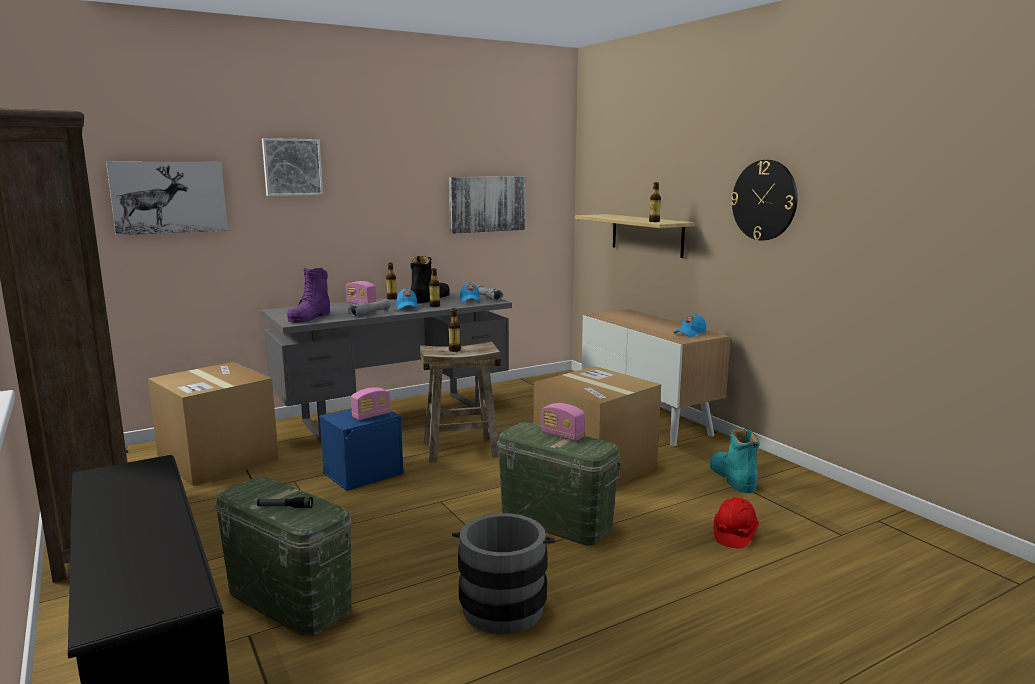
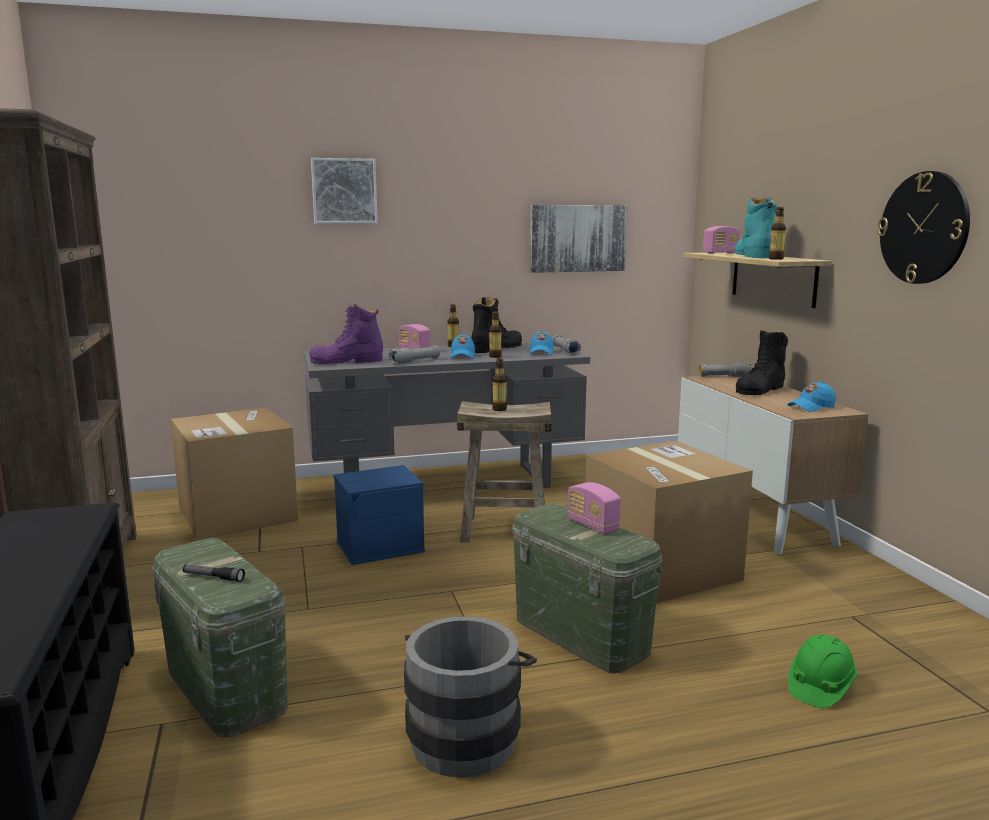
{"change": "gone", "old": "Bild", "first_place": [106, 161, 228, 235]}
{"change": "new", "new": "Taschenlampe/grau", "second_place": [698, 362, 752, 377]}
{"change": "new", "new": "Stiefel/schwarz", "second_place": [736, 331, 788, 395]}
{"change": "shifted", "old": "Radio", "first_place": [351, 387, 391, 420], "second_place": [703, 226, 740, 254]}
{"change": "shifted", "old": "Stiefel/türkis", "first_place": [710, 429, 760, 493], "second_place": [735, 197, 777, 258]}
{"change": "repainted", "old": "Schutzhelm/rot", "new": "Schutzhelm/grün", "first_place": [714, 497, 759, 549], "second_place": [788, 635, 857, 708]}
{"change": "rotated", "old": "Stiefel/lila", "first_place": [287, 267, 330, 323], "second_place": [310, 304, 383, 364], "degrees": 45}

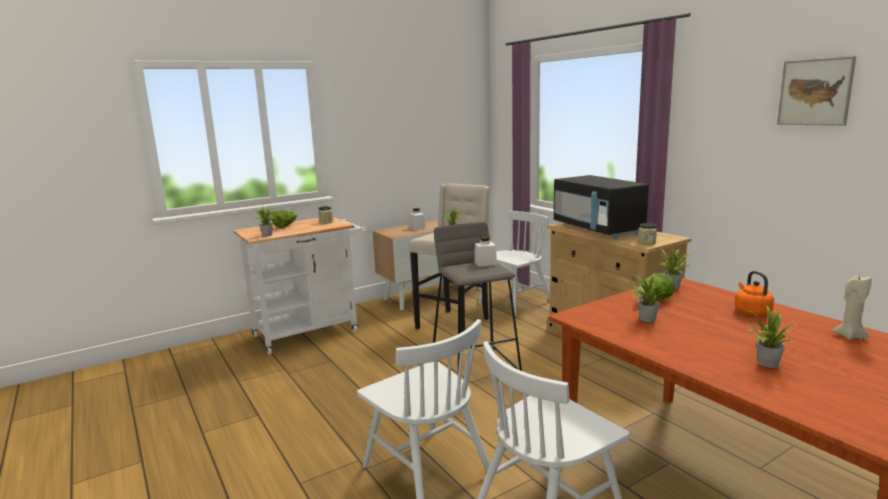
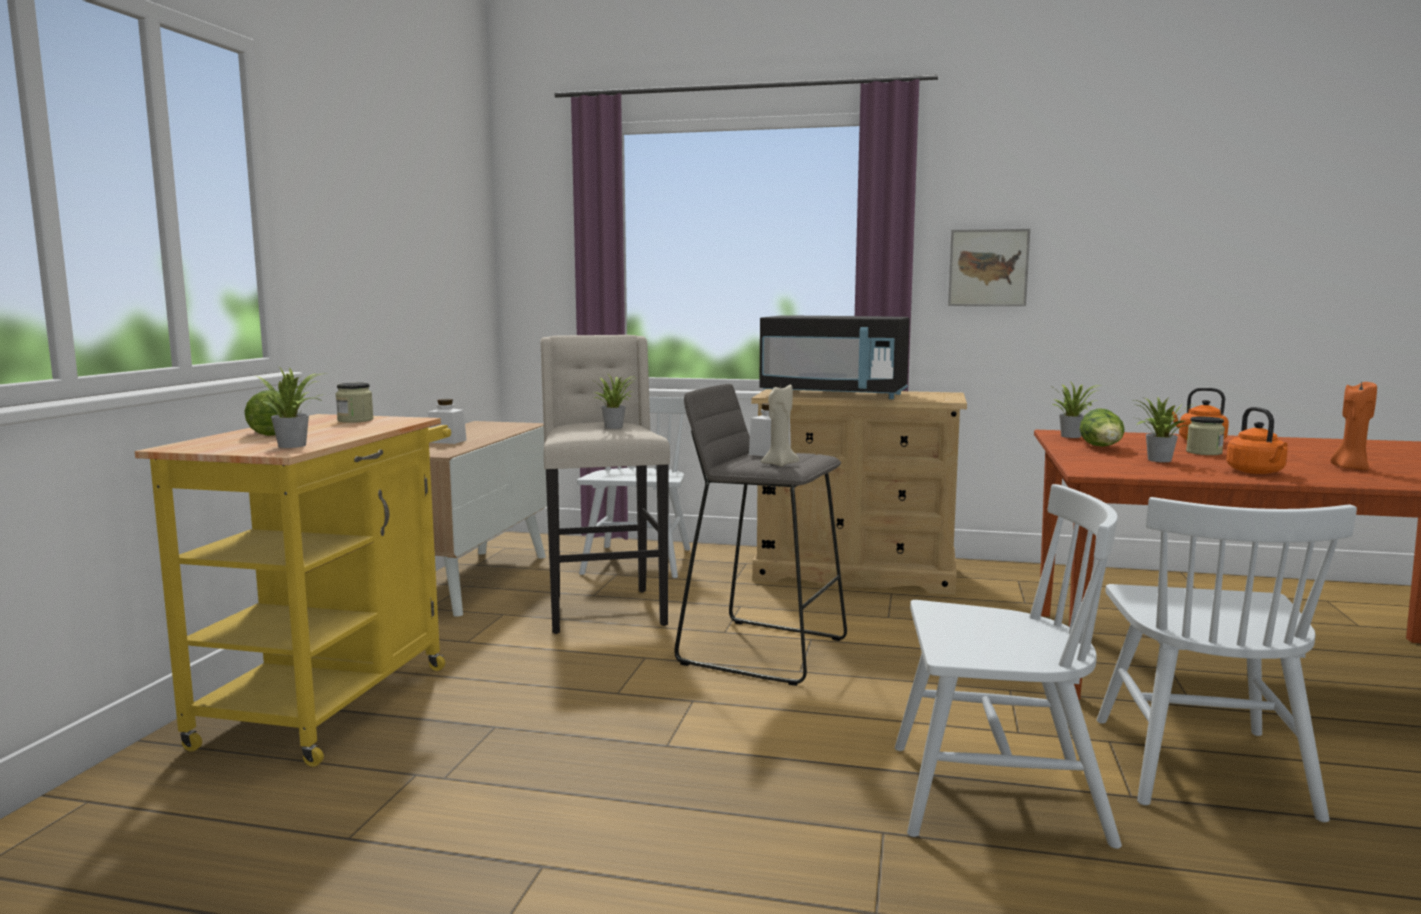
{"change": "new", "new": "Wasserkessel/orange", "second_place": [1226, 407, 1288, 474]}
{"change": "shifted", "old": "Vorratsglas", "first_place": [638, 223, 657, 245], "second_place": [1186, 416, 1225, 455]}
{"change": "shifted", "old": "Bild", "first_place": [777, 56, 856, 126], "second_place": [948, 229, 1030, 306]}
{"change": "shifted", "old": "Kerze/beige", "first_place": [831, 275, 872, 340], "second_place": [761, 384, 799, 467]}
{"change": "swapped", "old": "Topfpflanze", "new": "Kerze/orange", "first_place": [747, 306, 793, 368], "second_place": [1330, 382, 1377, 470]}
{"change": "repainted", "old": "Rollwagen/weiß", "new": "Rollwagen/gelb", "first_place": [233, 217, 367, 355], "second_place": [135, 414, 451, 767]}

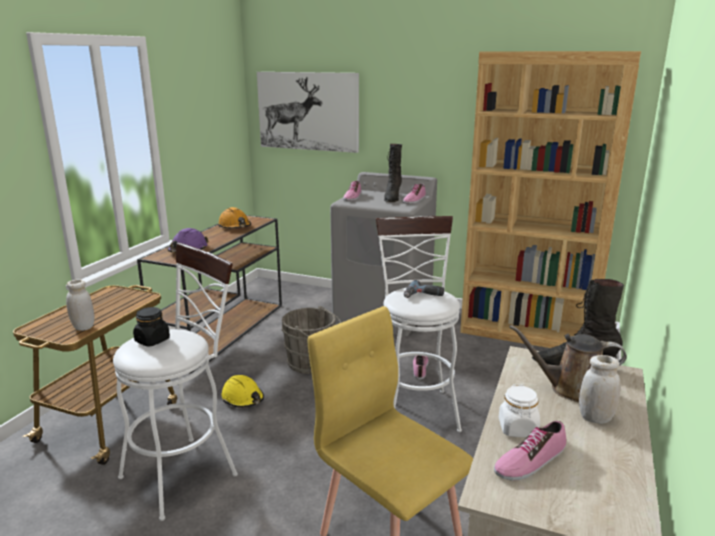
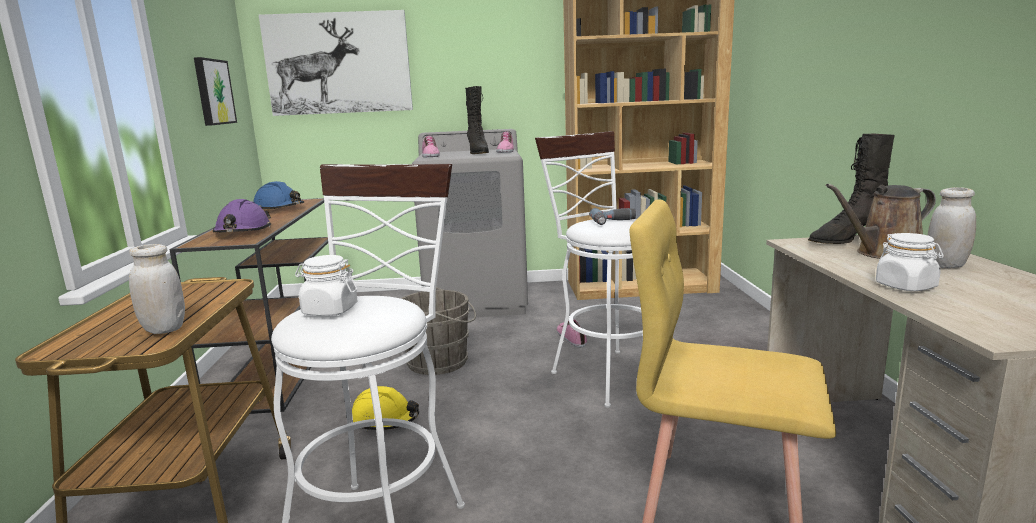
{"change": "gone", "old": "Schuh", "first_place": [494, 421, 566, 481]}
{"change": "new", "new": "Bild", "second_place": [194, 57, 237, 126]}
{"change": "repainted", "old": "Vorratsglas/schwarz", "new": "Vorratsglas/weiß", "first_place": [133, 307, 170, 346], "second_place": [295, 255, 357, 316]}
{"change": "repainted", "old": "Schutzhelm/orange", "new": "Schutzhelm/blau", "first_place": [218, 207, 251, 229], "second_place": [253, 181, 304, 210]}

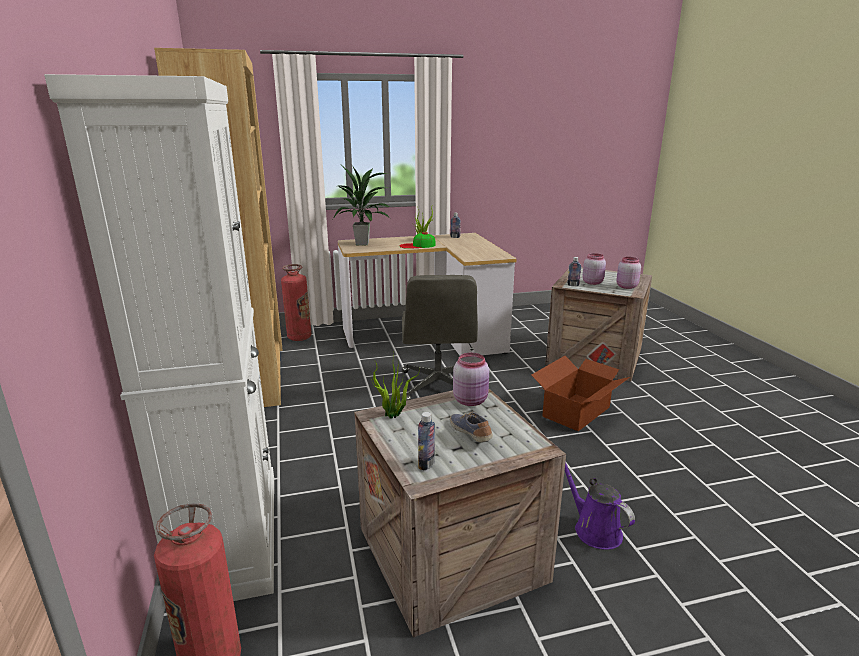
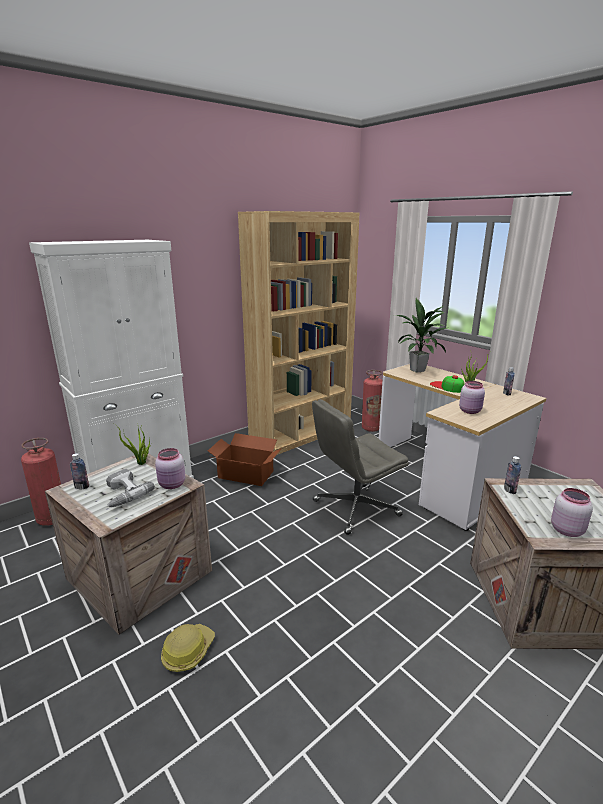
{"change": "shifted", "old": "Karton", "first_place": [532, 356, 630, 431], "second_place": [208, 433, 282, 486]}
{"change": "shifted", "old": "Vorratsglas/rosa", "first_place": [582, 253, 606, 285], "second_place": [459, 381, 485, 414]}
{"change": "swapped", "old": "Schuh", "new": "Bohrmaschine", "first_place": [450, 412, 493, 442], "second_place": [106, 469, 155, 507]}
{"change": "swapped", "old": "Gießkanne/lila", "new": "Schutzhelm", "first_place": [565, 462, 635, 550], "second_place": [161, 624, 215, 672]}

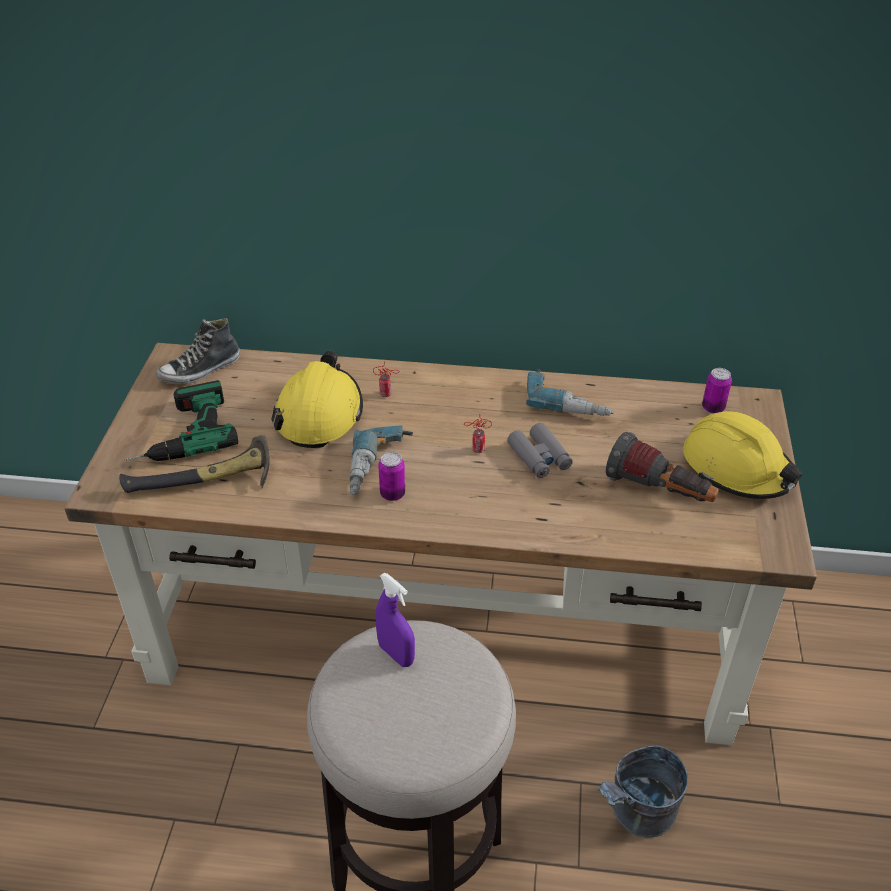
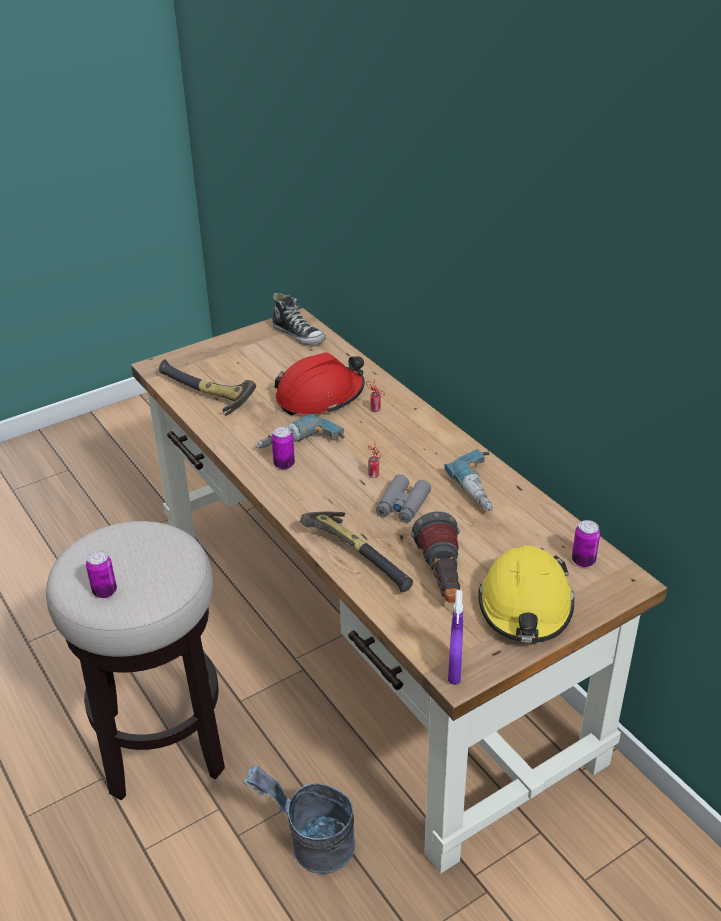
{"change": "gone", "old": "Bohrmaschine", "first_place": [124, 380, 238, 461]}
{"change": "new", "new": "Dose", "second_place": [86, 551, 117, 598]}
{"change": "new", "new": "Hammer", "second_place": [300, 511, 413, 592]}
{"change": "shifted", "old": "Sprühflasche/lila", "first_place": [376, 573, 415, 667], "second_place": [448, 590, 463, 685]}
{"change": "repainted", "old": "Schutzhelm/gelb", "new": "Schutzhelm/rot", "first_place": [271, 351, 363, 448], "second_place": [275, 352, 365, 415]}
{"change": "rotated", "old": "Schuh", "first_place": [156, 318, 240, 384], "second_place": [272, 293, 326, 345], "degrees": -150}

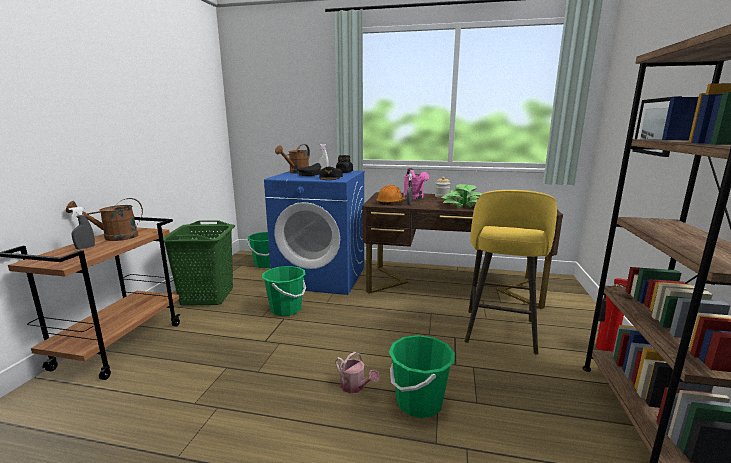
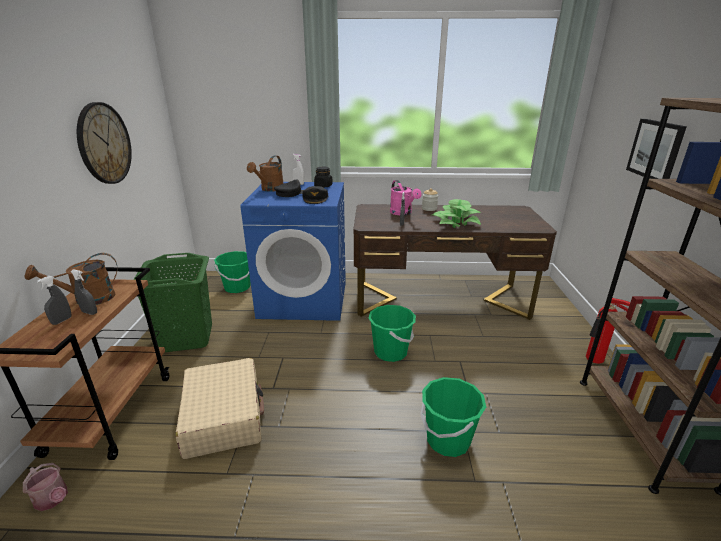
{"change": "gone", "old": "Schutzhelm/orange", "first_place": [376, 185, 406, 205]}
{"change": "gone", "old": "Hocker/gelb", "first_place": [464, 190, 557, 355]}
{"change": "new", "new": "Sprühflasche/grau", "second_place": [71, 269, 97, 315]}
{"change": "new", "new": "Wanduhr", "second_place": [77, 102, 132, 184]}
{"change": "new", "new": "Koffer/beige", "second_place": [175, 358, 264, 459]}
{"change": "shifted", "old": "Eimer/grün", "first_place": [262, 266, 306, 316], "second_place": [368, 305, 416, 362]}
{"change": "shifted", "old": "Gießkanne", "first_place": [335, 352, 380, 394], "second_place": [23, 463, 68, 511]}

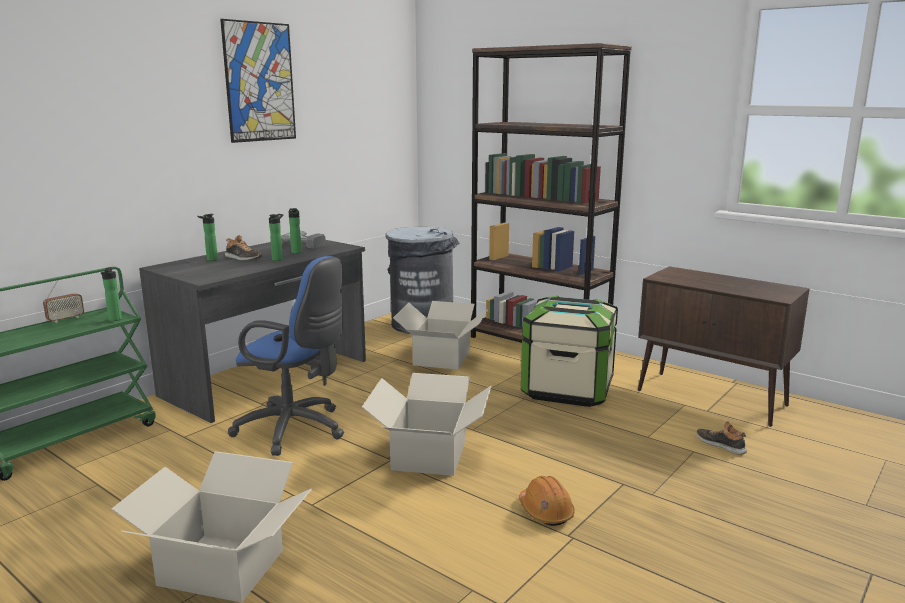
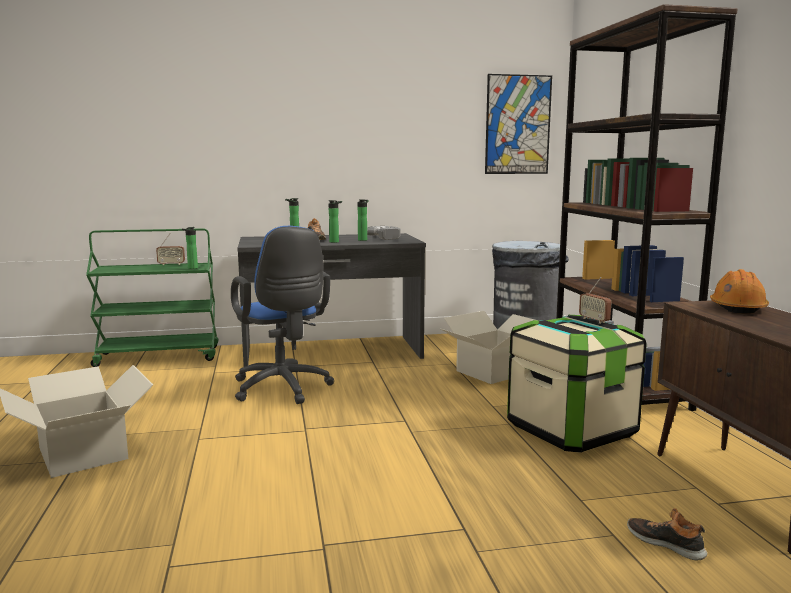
{"change": "gone", "old": "Karton", "first_place": [362, 373, 492, 476]}
{"change": "new", "new": "Radio", "second_place": [579, 277, 612, 324]}
{"change": "shifted", "old": "Bild", "first_place": [220, 19, 296, 143], "second_place": [485, 74, 552, 174]}
{"change": "shifted", "old": "Schutzhelm/orange", "first_place": [519, 476, 575, 526], "second_place": [710, 269, 769, 314]}
{"change": "rotated", "old": "Schuh", "first_place": [696, 421, 747, 455], "second_place": [627, 508, 707, 561], "degrees": -45}

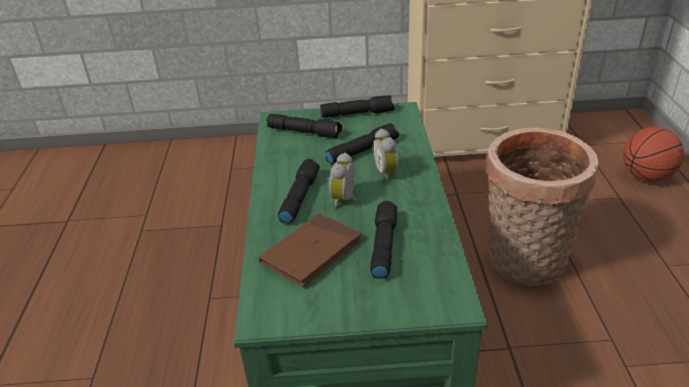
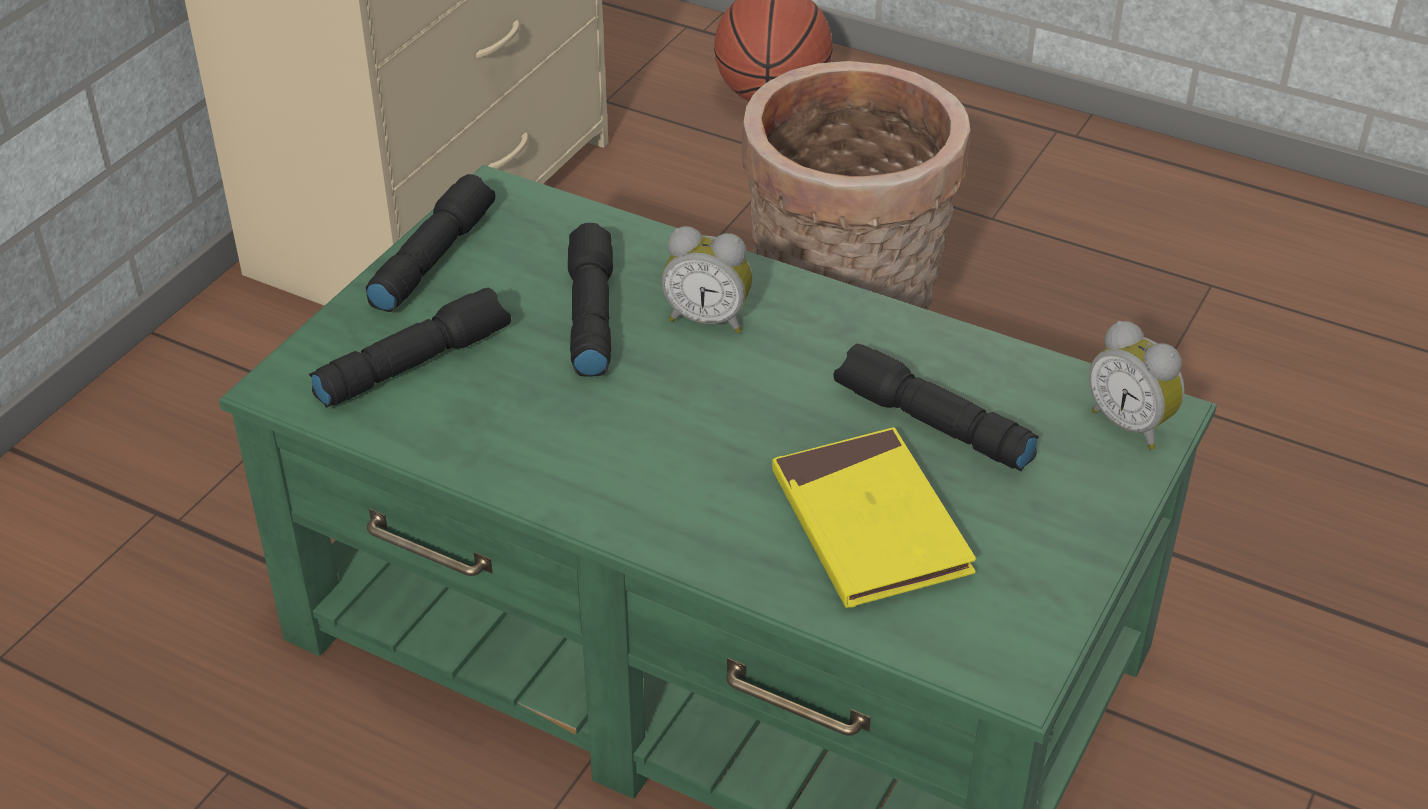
{"change": "gone", "old": "Taschenlampe/schwarz", "first_place": [278, 159, 320, 224]}
{"change": "shifted", "old": "Wecker", "first_place": [329, 152, 356, 208], "second_place": [1089, 321, 1185, 450]}
{"change": "repainted", "old": "Buch/braun", "new": "Buch/gelb", "first_place": [259, 213, 362, 287], "second_place": [772, 427, 976, 608]}

